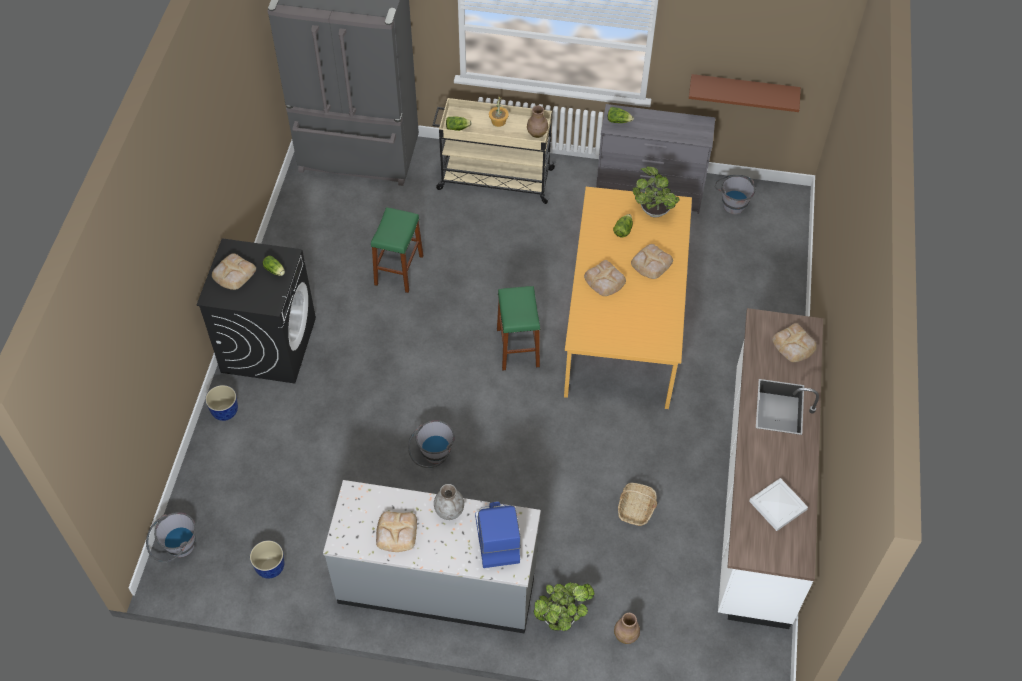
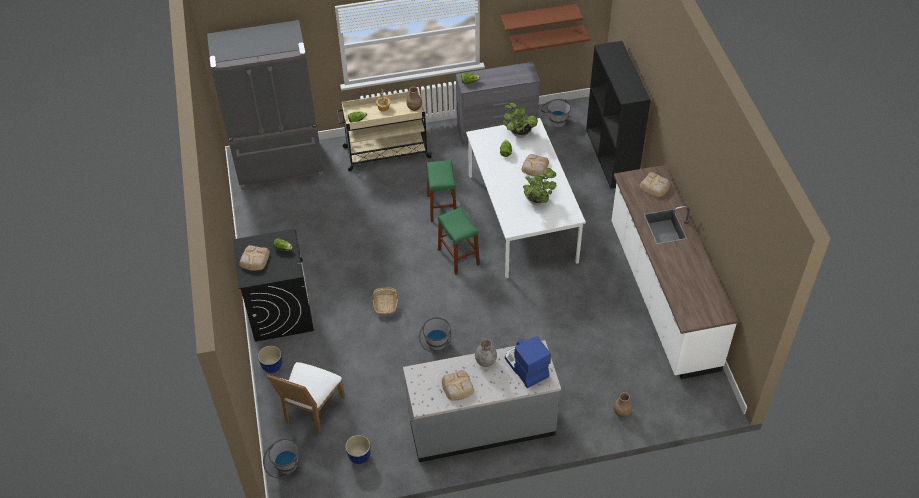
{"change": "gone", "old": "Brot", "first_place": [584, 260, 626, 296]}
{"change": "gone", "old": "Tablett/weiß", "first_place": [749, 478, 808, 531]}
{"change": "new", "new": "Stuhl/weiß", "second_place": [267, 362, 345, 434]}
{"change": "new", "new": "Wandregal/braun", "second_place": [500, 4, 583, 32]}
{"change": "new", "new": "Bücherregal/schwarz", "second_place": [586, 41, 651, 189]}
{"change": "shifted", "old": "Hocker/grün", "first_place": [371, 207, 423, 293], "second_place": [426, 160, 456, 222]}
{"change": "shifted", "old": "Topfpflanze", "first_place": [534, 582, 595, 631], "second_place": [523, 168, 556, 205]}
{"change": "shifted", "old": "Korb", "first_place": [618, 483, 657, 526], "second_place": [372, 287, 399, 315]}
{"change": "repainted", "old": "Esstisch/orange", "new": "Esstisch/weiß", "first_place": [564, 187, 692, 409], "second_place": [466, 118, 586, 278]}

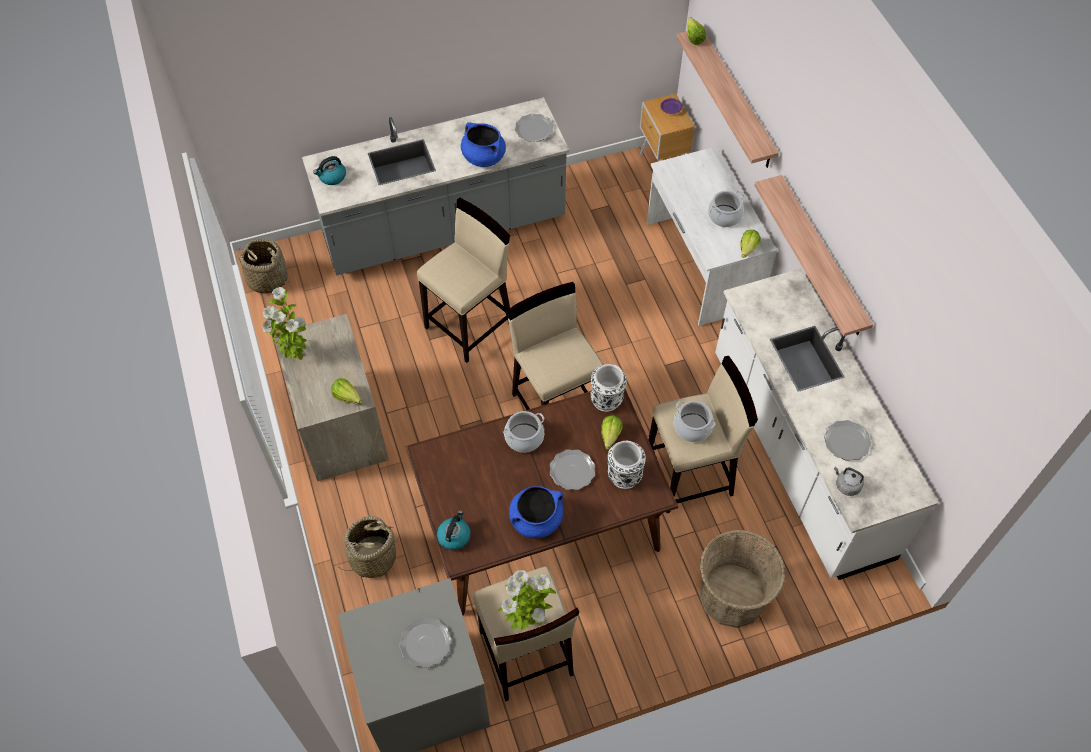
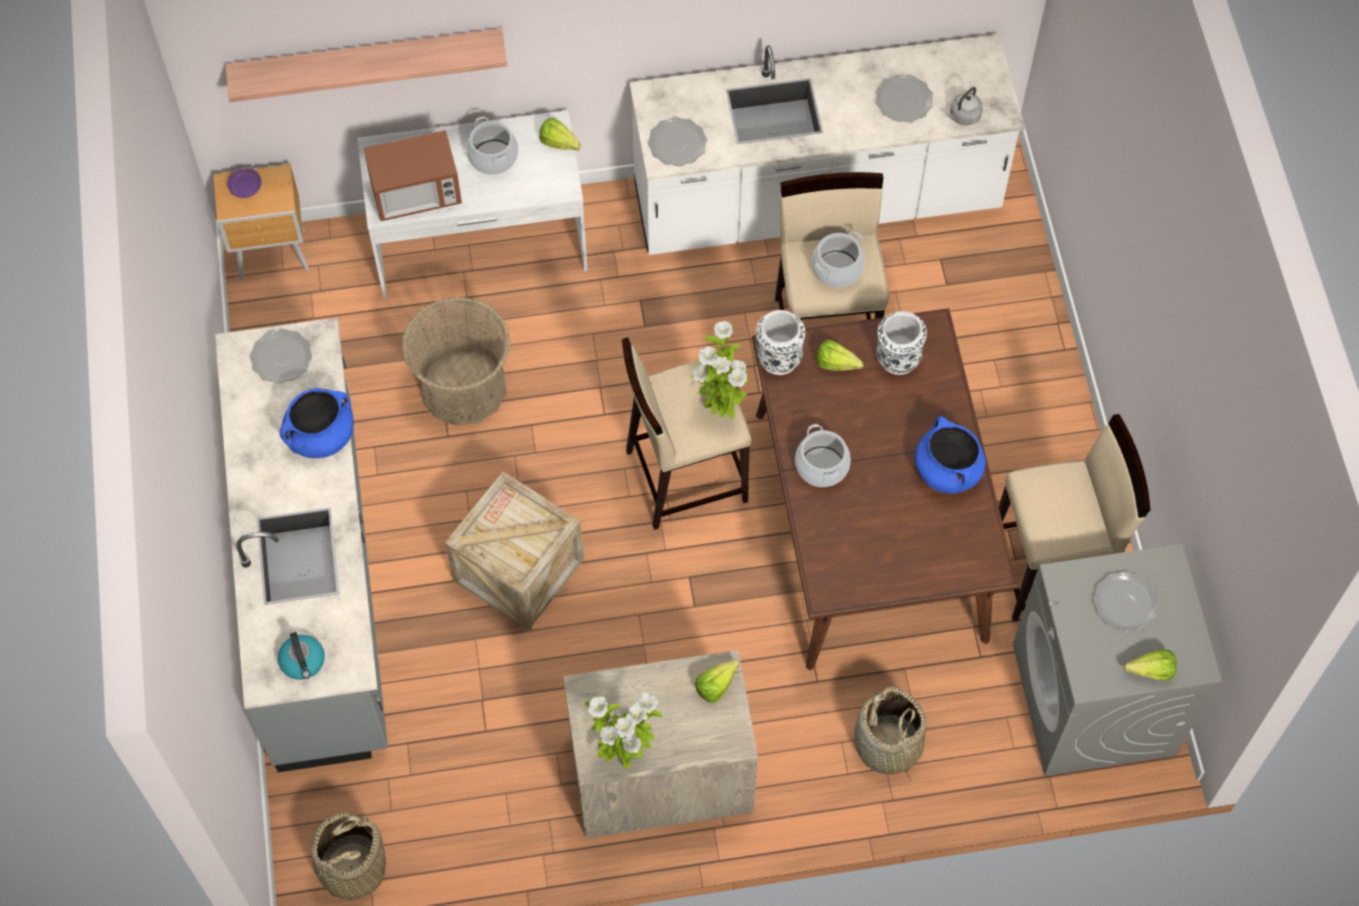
{"change": "gone", "old": "Wasserkessel", "first_place": [437, 510, 471, 550]}
{"change": "gone", "old": "Wandregal", "first_place": [754, 175, 873, 337]}
{"change": "new", "new": "Mikrowelle", "second_place": [364, 130, 462, 221]}
{"change": "shifted", "old": "Topfpflanze", "first_place": [498, 570, 556, 630], "second_place": [691, 321, 749, 419]}
{"change": "shifted", "old": "Teller", "first_place": [550, 449, 595, 490], "second_place": [648, 117, 707, 166]}
{"change": "shifted", "old": "Salatkopf", "first_place": [687, 18, 706, 45], "second_place": [1124, 650, 1177, 680]}
{"change": "shifted", "old": "Korb", "first_place": [699, 530, 786, 628], "second_place": [402, 297, 511, 425]}
{"change": "swapped", "old": "Hocker/beige", "new": "Kiste", "first_place": [417, 198, 510, 363], "second_place": [445, 472, 584, 630]}

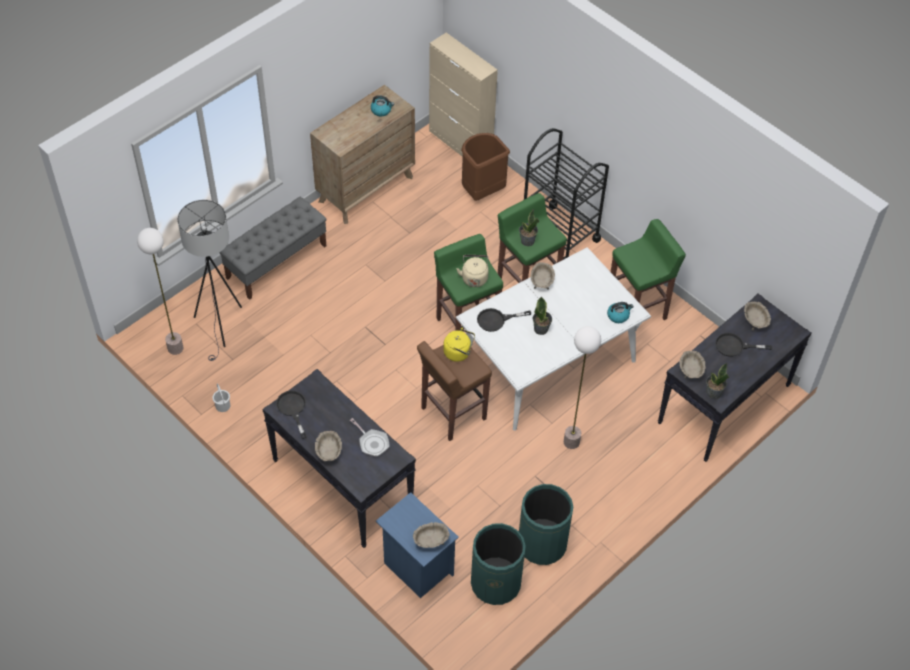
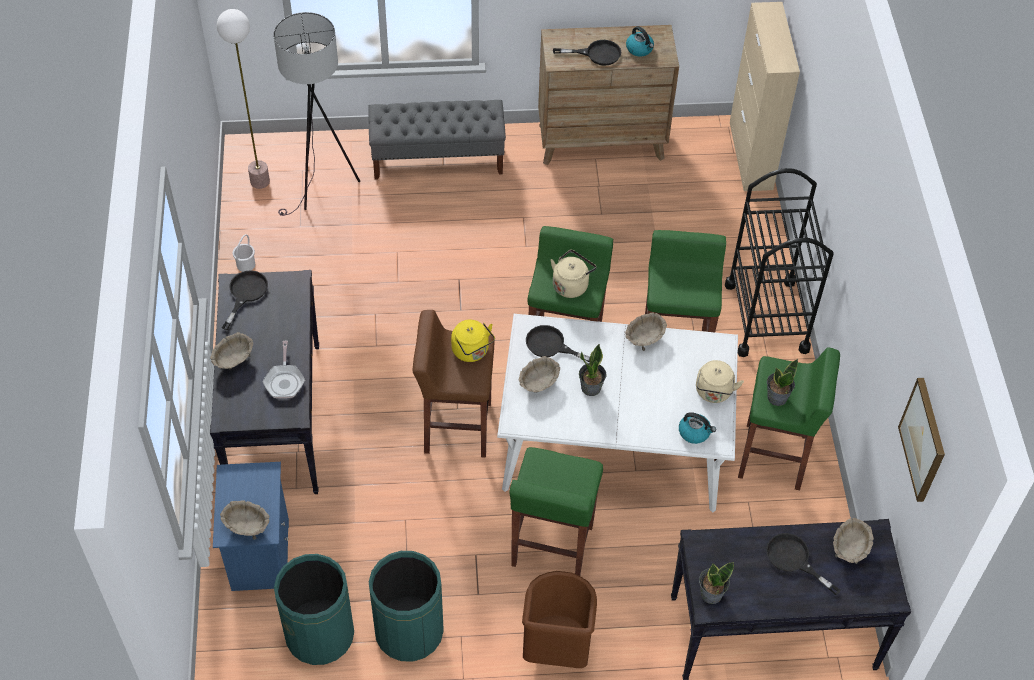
{"change": "new", "new": "Pfanne/schwarz", "second_place": [553, 40, 621, 65]}
{"change": "new", "new": "Wasserkessel/beige", "second_place": [696, 360, 744, 403]}
{"change": "new", "new": "Bild", "second_place": [898, 378, 945, 502]}
{"change": "shifted", "old": "Mülleimer/braun", "first_place": [461, 133, 510, 200], "second_place": [522, 571, 597, 668]}
{"change": "shifted", "old": "Topfpflanze", "first_place": [519, 209, 539, 246], "second_place": [767, 359, 798, 406]}
{"change": "shifted", "old": "Schüssel/beige", "first_place": [679, 351, 706, 378], "second_place": [519, 356, 560, 393]}
{"change": "swapped", "old": "Stehlampe", "new": "Hocker/grün", "first_place": [564, 326, 601, 449], "second_place": [509, 447, 603, 576]}

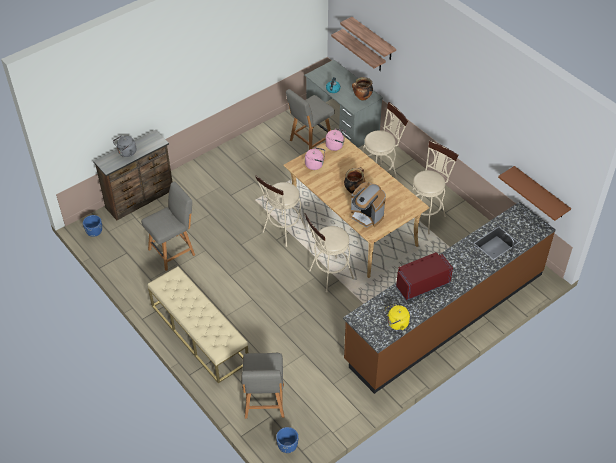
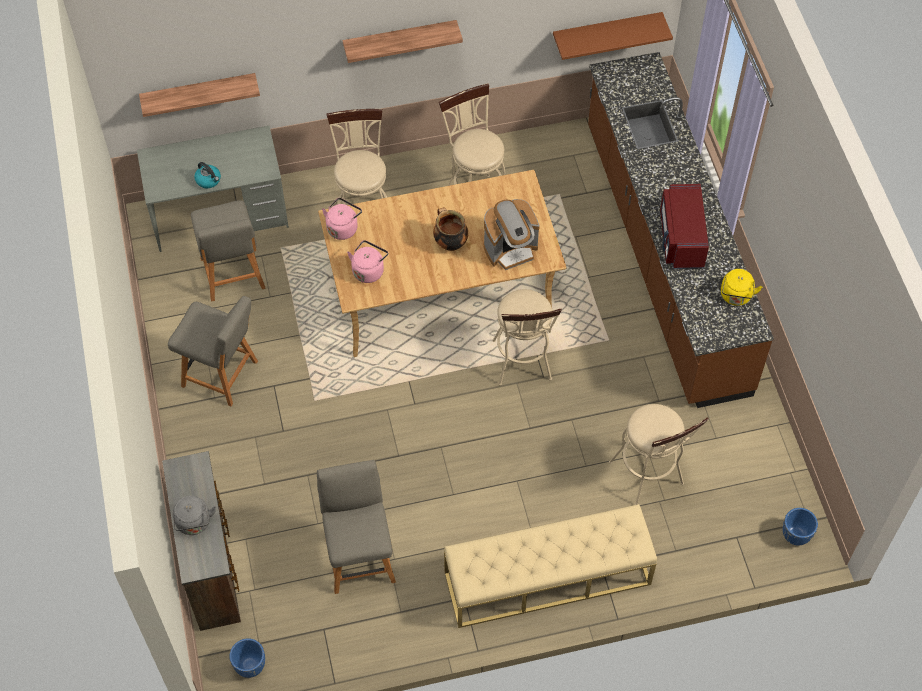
{"change": "gone", "old": "Kochtopf", "first_place": [352, 77, 373, 101]}
{"change": "shifted", "old": "Stuhl/grau", "first_place": [241, 353, 284, 419], "second_place": [168, 296, 258, 406]}
{"change": "shifted", "old": "Hocker/beige", "first_place": [255, 175, 306, 247], "second_place": [609, 404, 709, 505]}
{"change": "shifted", "old": "Wandregal", "first_place": [340, 17, 396, 60], "second_place": [343, 20, 463, 63]}

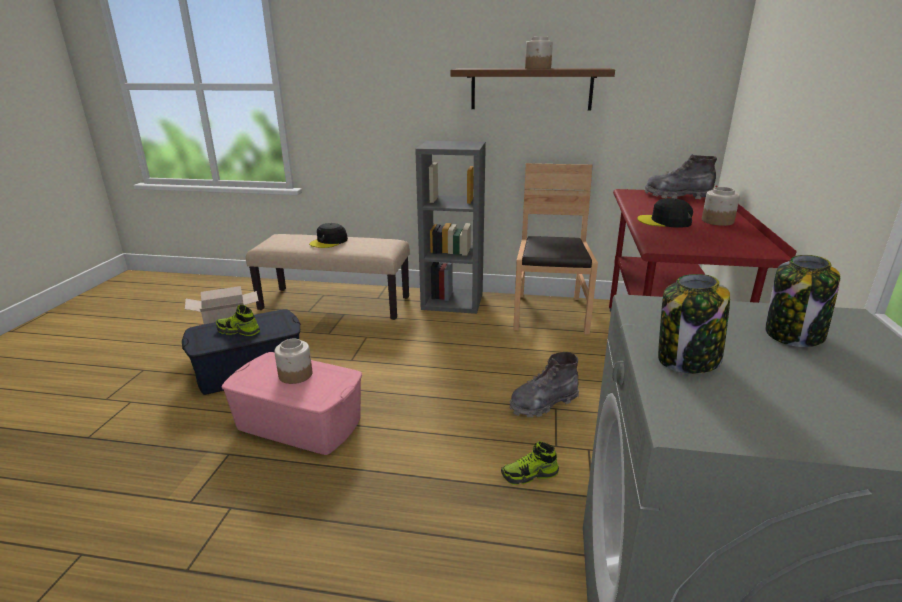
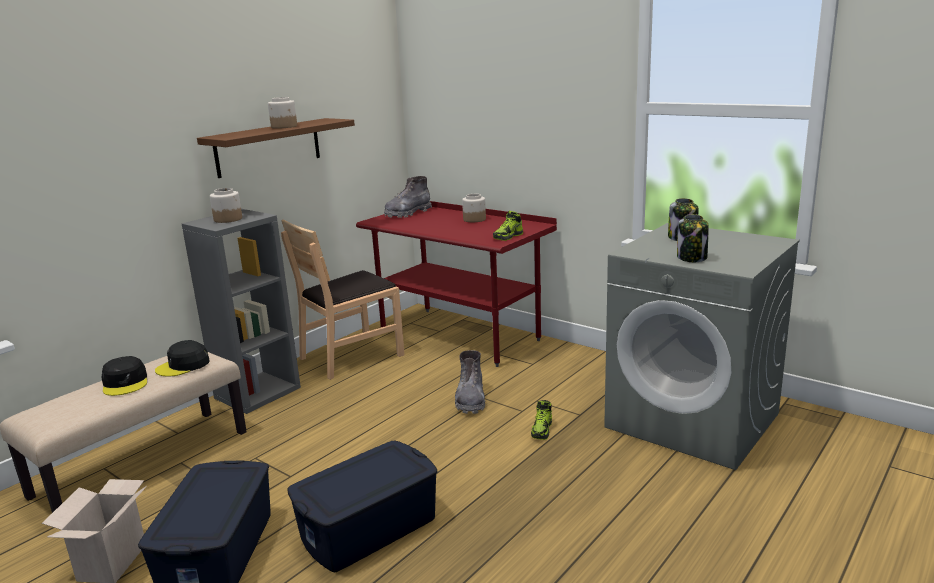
{"change": "shifted", "old": "Schuh", "first_place": [216, 305, 260, 336], "second_place": [493, 211, 523, 241]}
{"change": "shifted", "old": "Vorratsglas", "first_place": [274, 339, 312, 384], "second_place": [210, 188, 242, 223]}
{"change": "shifted", "old": "Kappe/schwarz", "first_place": [637, 198, 693, 228], "second_place": [155, 340, 210, 376]}
{"change": "repainted", "old": "Aufbewahrungsbox/rosa", "new": "Aufbewahrungsbox/blau", "first_place": [222, 352, 362, 455], "second_place": [287, 441, 438, 572]}
{"change": "rotated", "old": "Stuhl/braun", "first_place": [513, 163, 598, 334], "second_place": [281, 219, 405, 380], "degrees": -75}

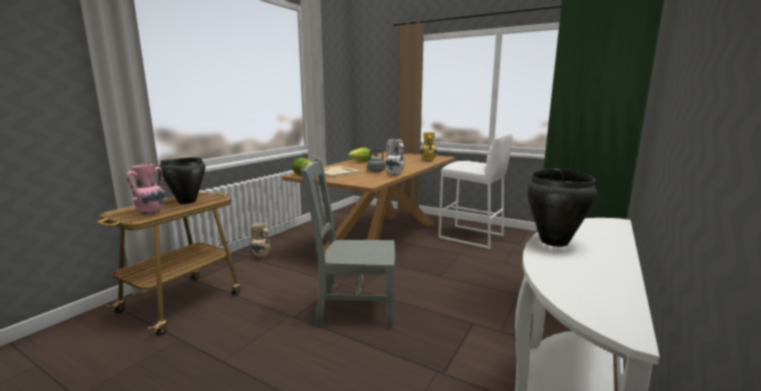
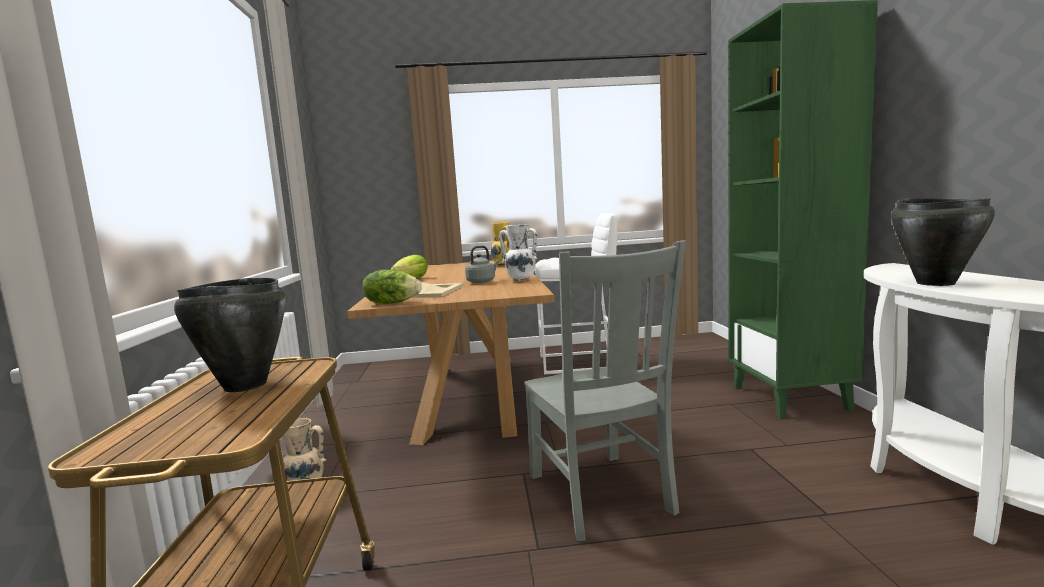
{"change": "gone", "old": "Vase/rosa", "first_place": [126, 164, 165, 215]}
{"change": "rotated", "old": "Stuhl/grau", "first_place": [300, 158, 395, 328], "second_place": [524, 240, 686, 541], "degrees": -75}

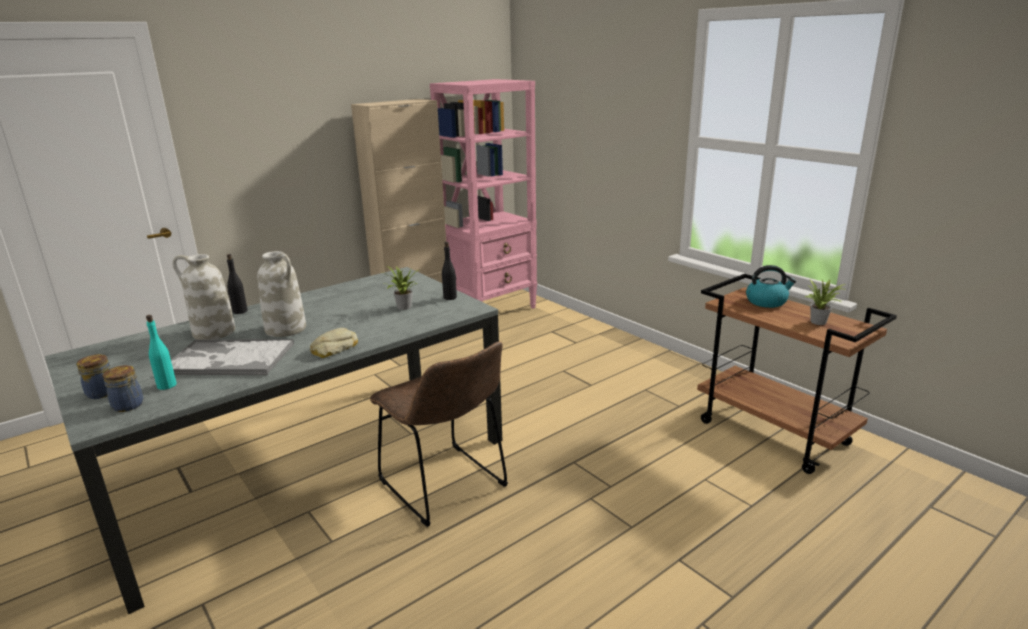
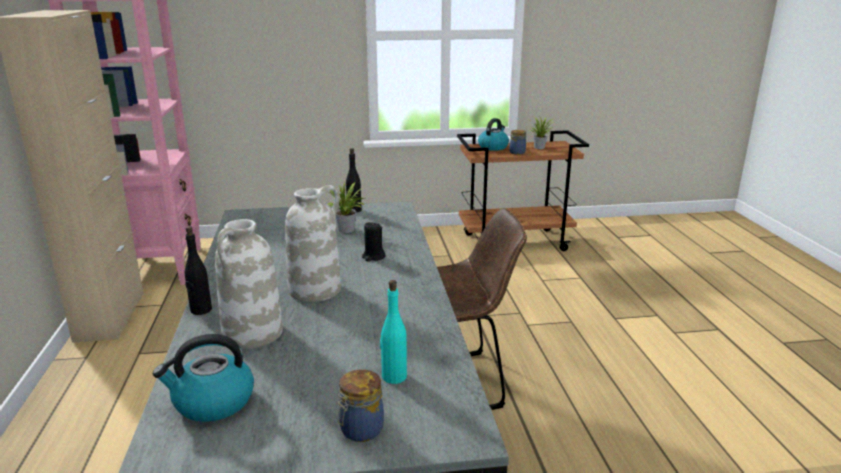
{"change": "gone", "old": "Tablett", "first_place": [171, 339, 294, 375]}
{"change": "gone", "old": "Brot", "first_place": [310, 328, 358, 358]}
{"change": "new", "new": "Wasserkessel", "second_place": [153, 334, 254, 422]}
{"change": "new", "new": "Kerze/schwarz", "second_place": [362, 222, 385, 261]}
{"change": "shifted", "old": "Vorratsglas", "first_place": [103, 365, 143, 412], "second_place": [509, 130, 526, 155]}

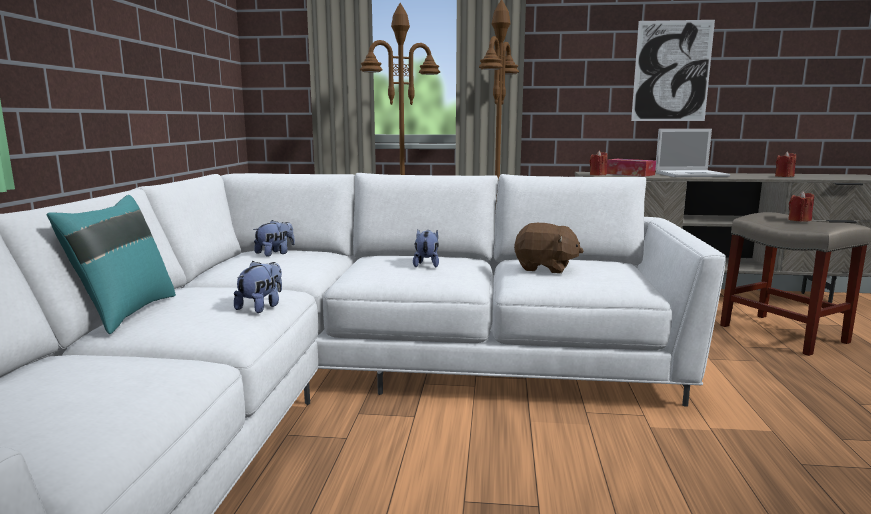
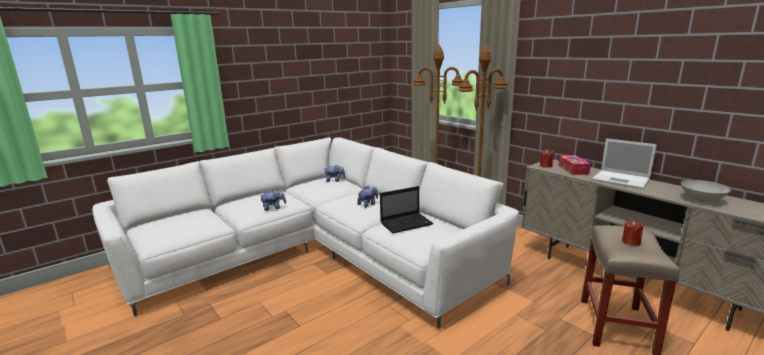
{"change": "gone", "old": "Kissen/türkis", "first_place": [47, 195, 176, 334]}
{"change": "gone", "old": "Bild", "first_place": [631, 20, 715, 121]}
{"change": "swapped", "old": "Plüschtier/braun", "new": "Laptop", "first_place": [514, 223, 583, 274], "second_place": [380, 186, 434, 233]}
{"change": "swapped", "old": "Kerze/rot", "new": "Schüssel/grau", "first_place": [775, 151, 796, 177], "second_place": [681, 180, 731, 202]}

